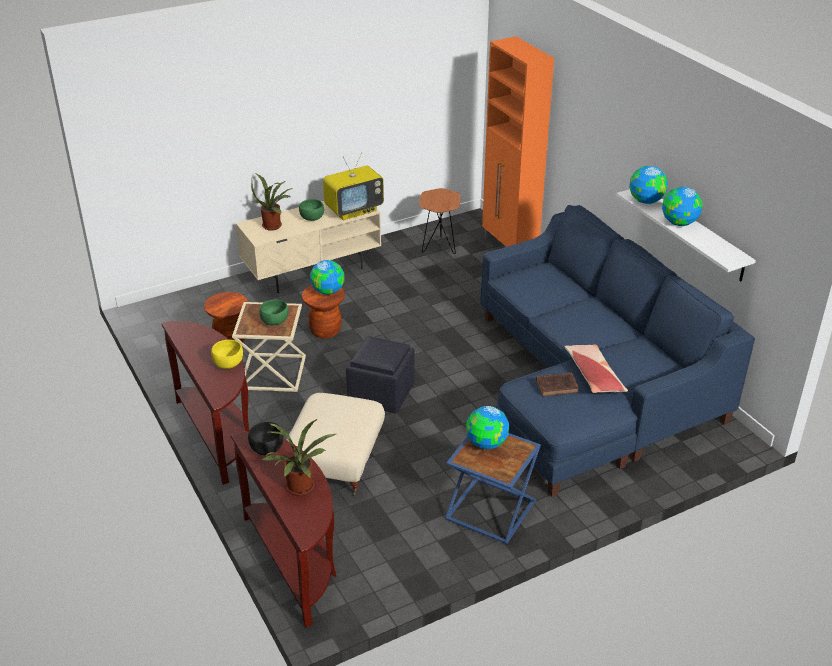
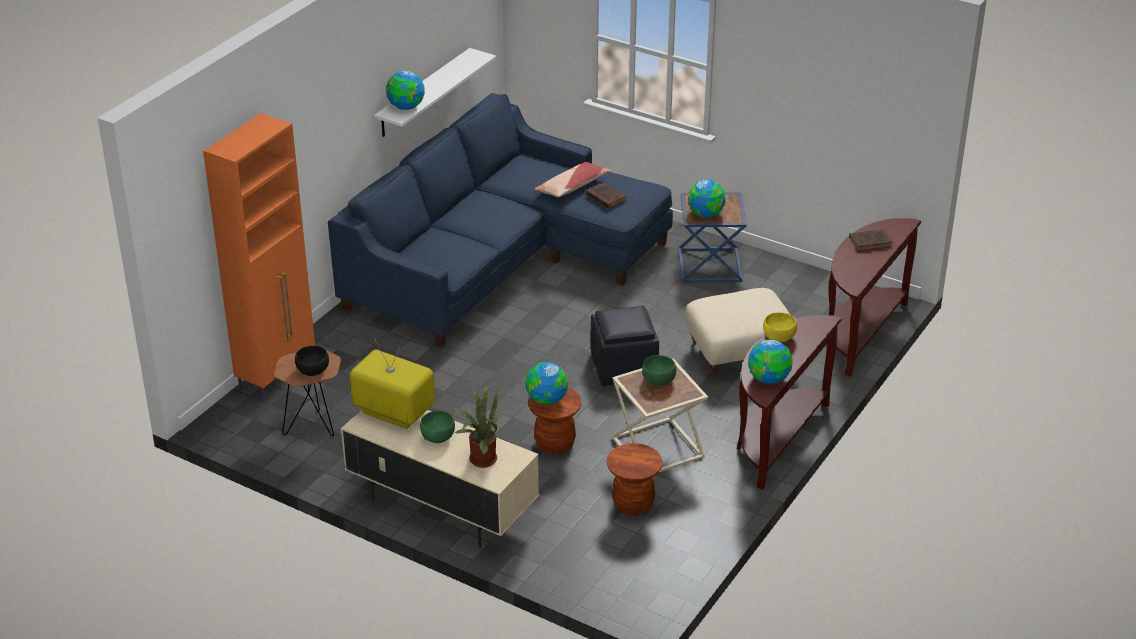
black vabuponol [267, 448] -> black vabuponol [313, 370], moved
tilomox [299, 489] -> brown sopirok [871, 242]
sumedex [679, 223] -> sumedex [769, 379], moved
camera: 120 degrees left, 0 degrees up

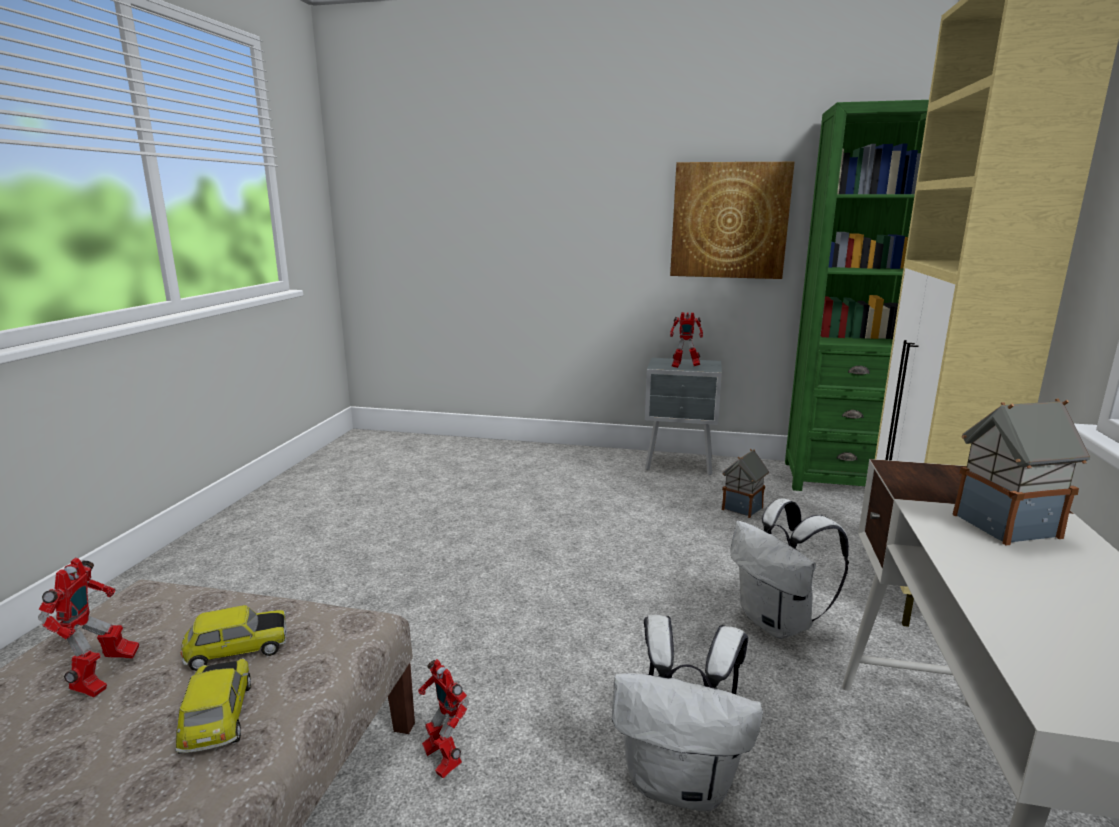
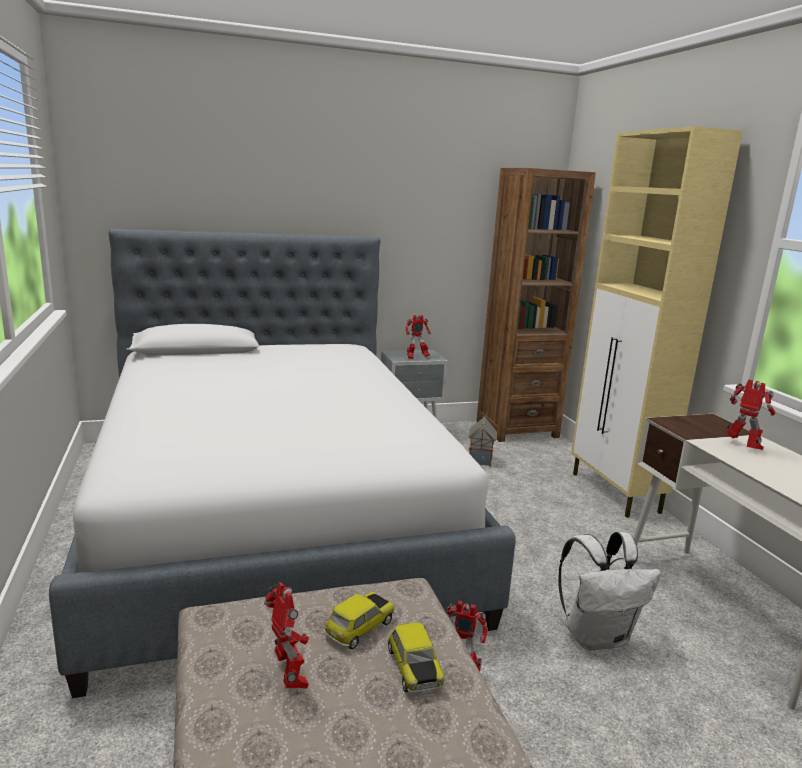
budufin [219, 717] -> budufin [413, 668], 150 degrees counterclockwise
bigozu [729, 220] -> none
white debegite [778, 623] -> none
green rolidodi [835, 479] -> brown rolidodi [516, 429]
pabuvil [1004, 527] -> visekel [743, 446]
none -> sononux [272, 516]
camera: 30 degrees left, 0 degrees up

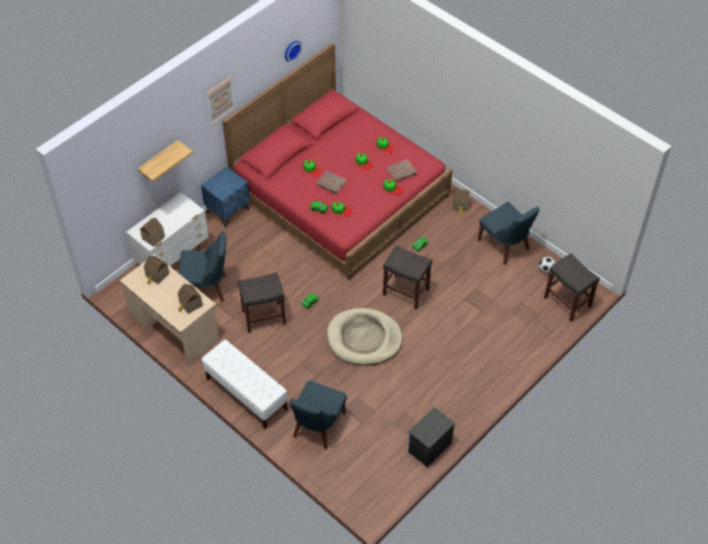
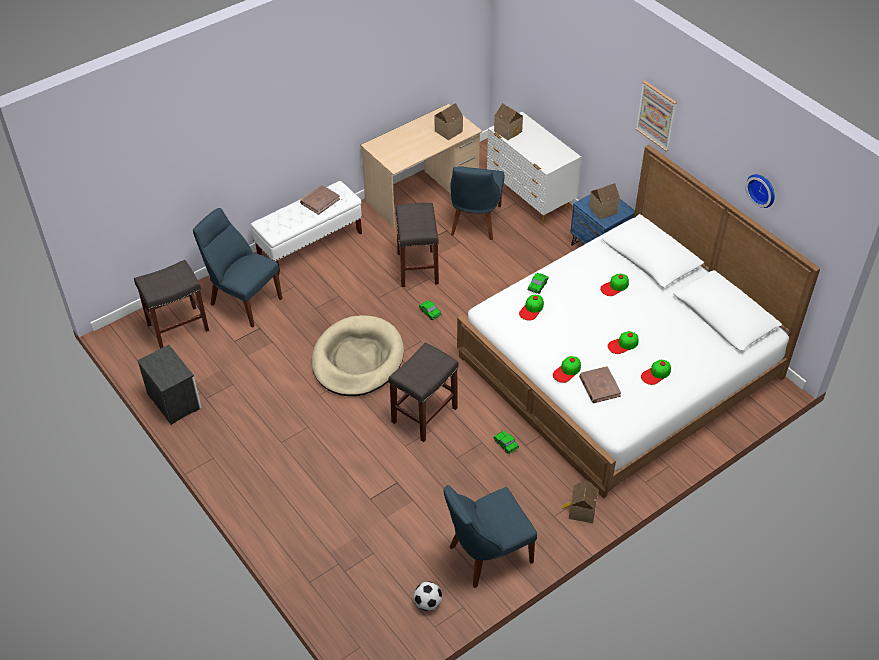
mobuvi [159, 160] -> none
pabuvil [190, 305] -> pabuvil [602, 209], moved
red sononux [340, 194] -> white sononux [620, 366]
brown sopirok [331, 183] -> brown sopirok [320, 201], moved
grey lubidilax [566, 302] -> grey lubidilax [178, 327], moved
camera: 100 degrees right, 5 degrees down

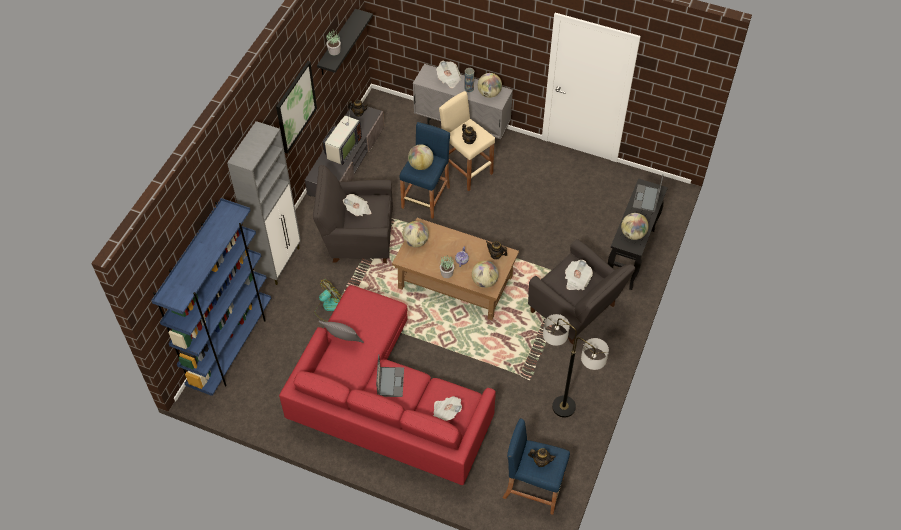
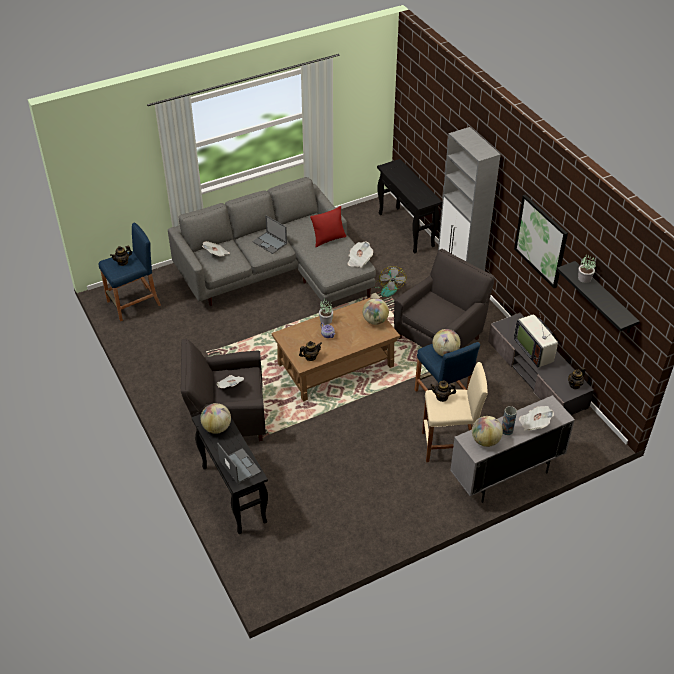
blue rolidodi [231, 346] -> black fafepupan [406, 230]
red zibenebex [385, 405] -> grey zibenebex [277, 273]
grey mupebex [343, 340] -> red mupebex [328, 239]
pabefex [358, 210] -> pabefex [359, 260], moved
sumedex [484, 281] -> none
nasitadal [563, 407] -> none
camera: 130 degrees right, 10 degrees down

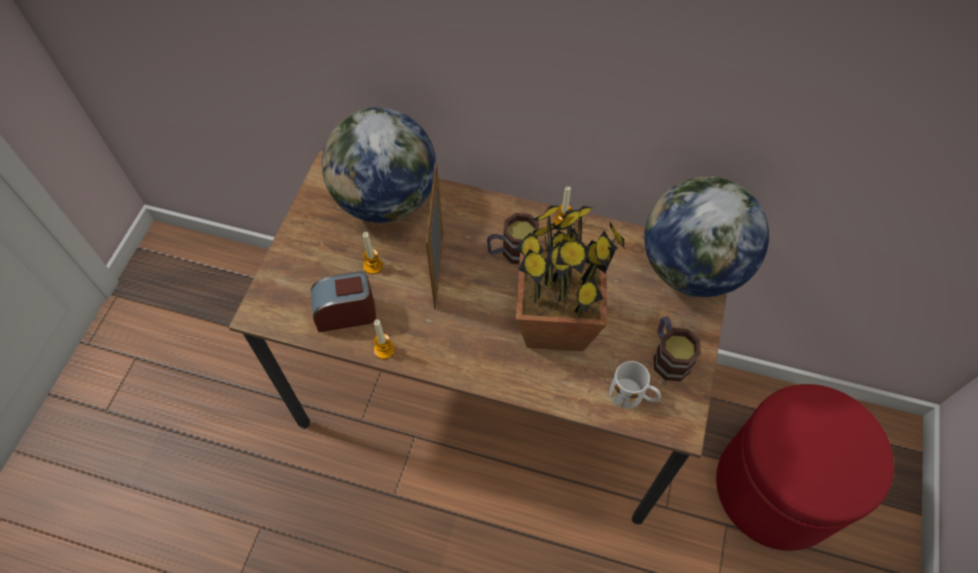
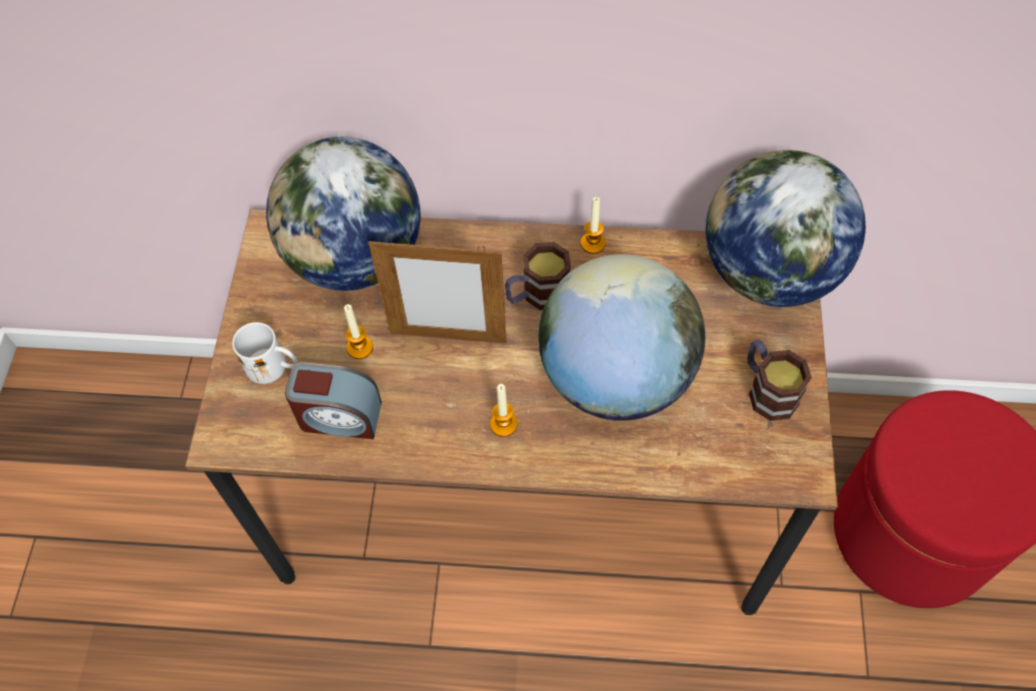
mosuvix [346, 313] -> mosuvix [339, 416], 150 degrees counterclockwise
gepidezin [384, 349] -> gepidezin [503, 424], moved
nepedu [439, 270] -> nepedu [448, 337], 75 degrees counterclockwise
tilomox [555, 323] -> sumedex [615, 376]
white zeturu [633, 395] -> white zeturu [274, 367], moved
camera: 10 degrees left, 0 degrees up

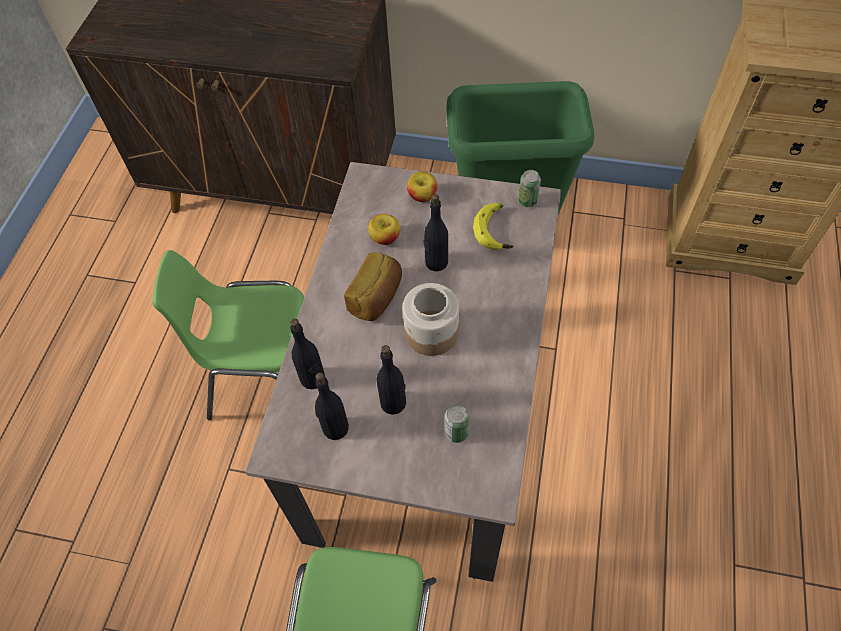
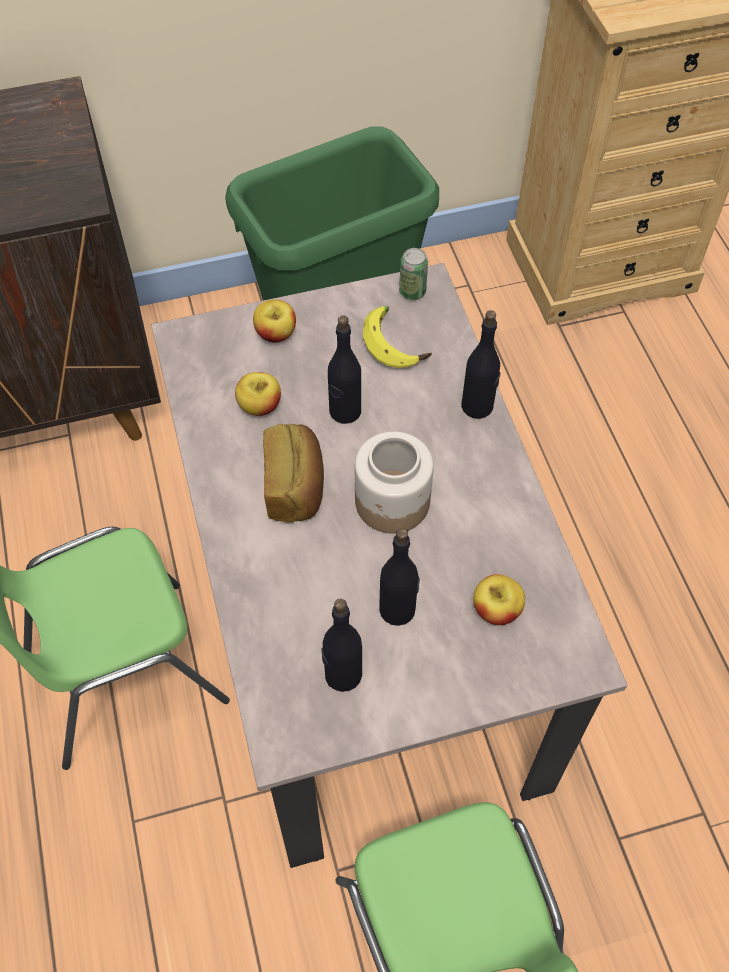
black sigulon [313, 378] -> black sigulon [477, 406], moved
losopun [456, 432] -> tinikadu [496, 610]
camera: 30 degrees left, 0 degrees up

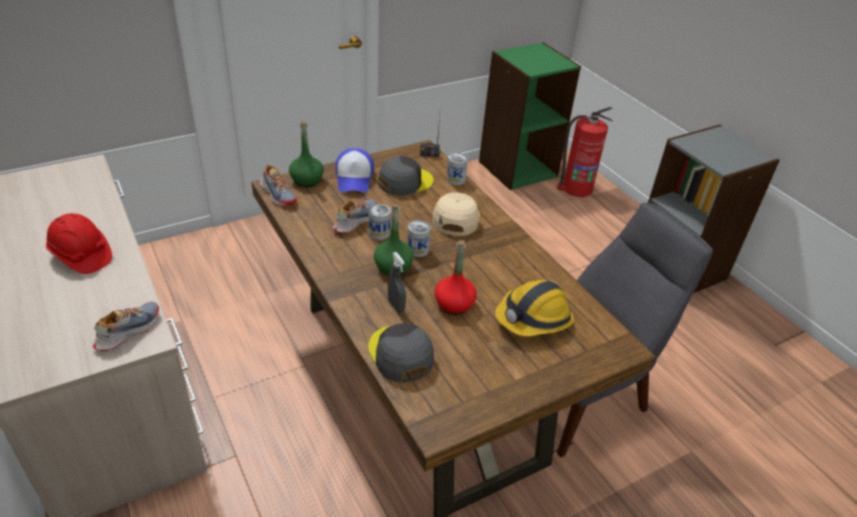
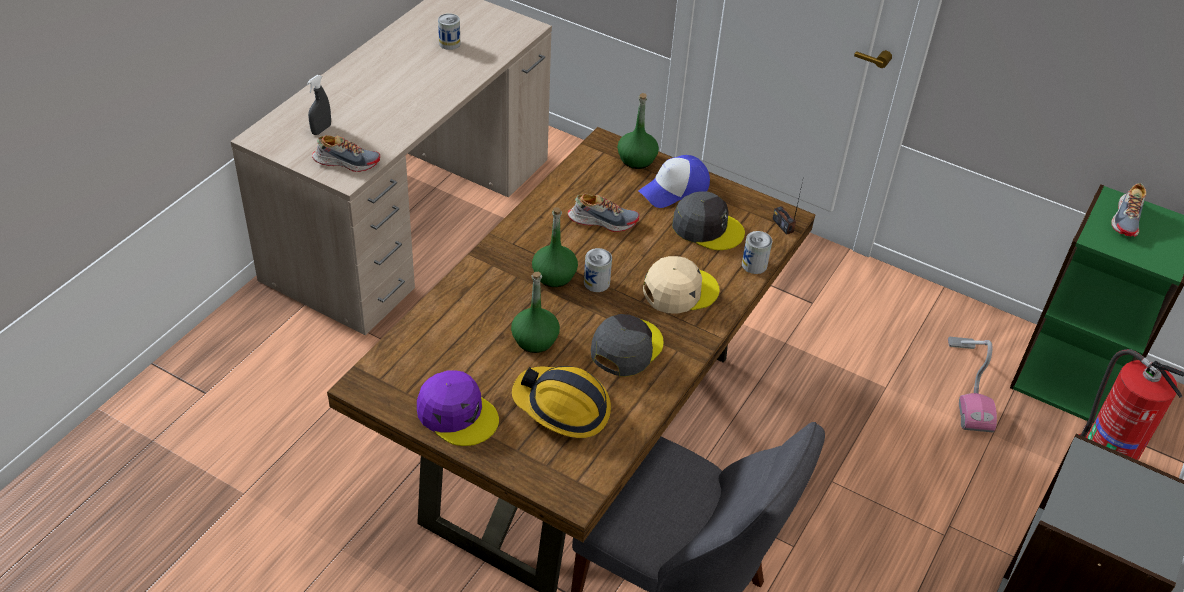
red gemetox [81, 255] -> none
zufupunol [278, 194] -> zufupunol [1127, 219], moved
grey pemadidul [400, 354] -> grey pemadidul [626, 348], moved
losopun [379, 233] -> losopun [449, 43], moved
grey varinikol [396, 306] -> grey varinikol [321, 130], moved
red sigulon [454, 304] -> green sigulon [534, 340]
none -> purple pemadidul [457, 414]
none -> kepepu [968, 385]
camera: 60 degrees right, 5 degrees up

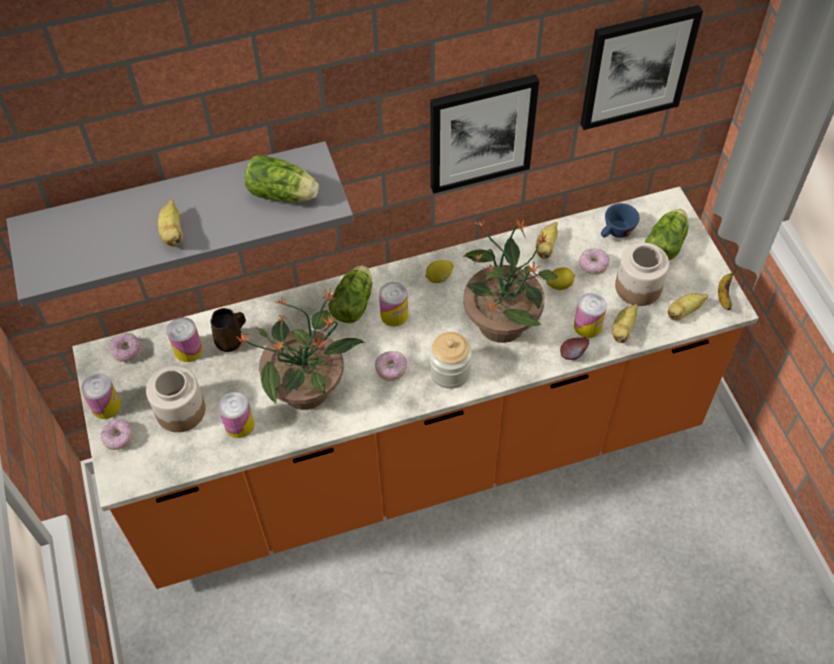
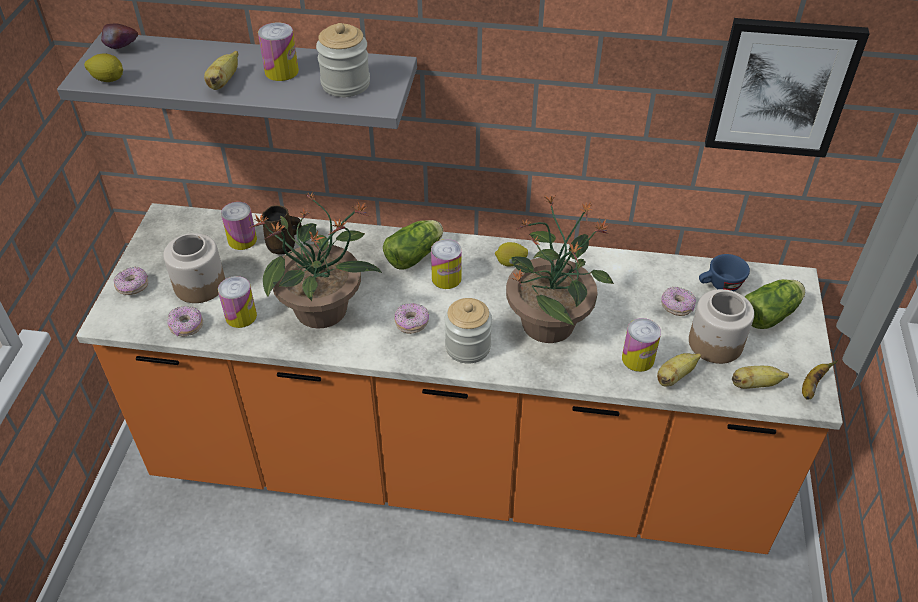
losopun [106, 406] -> losopun [281, 71], moved
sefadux [127, 351] -> sefadux [186, 326], moved
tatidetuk [284, 194] -> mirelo [345, 84]
bigozu [481, 133] -> none
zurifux [546, 247] -> none
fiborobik [559, 285] -> fiborobik [108, 79], moved
tinikadu [572, 354] -> tinikadu [123, 49], moved
camera: 25 degrees right, 10 degrees down

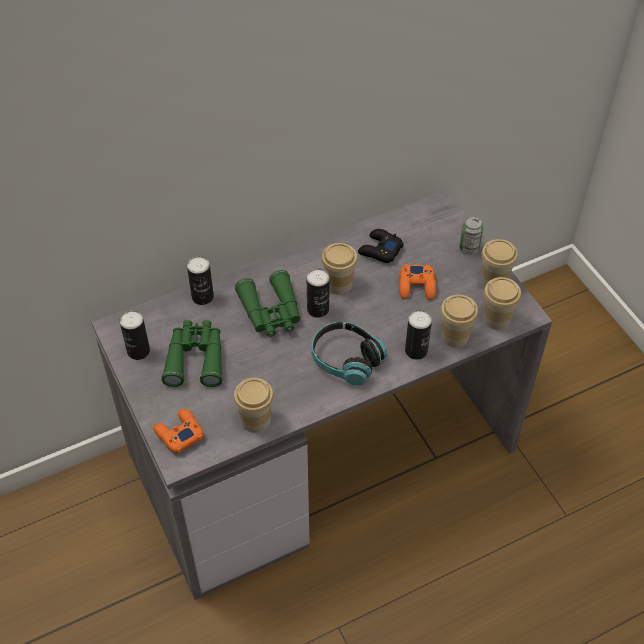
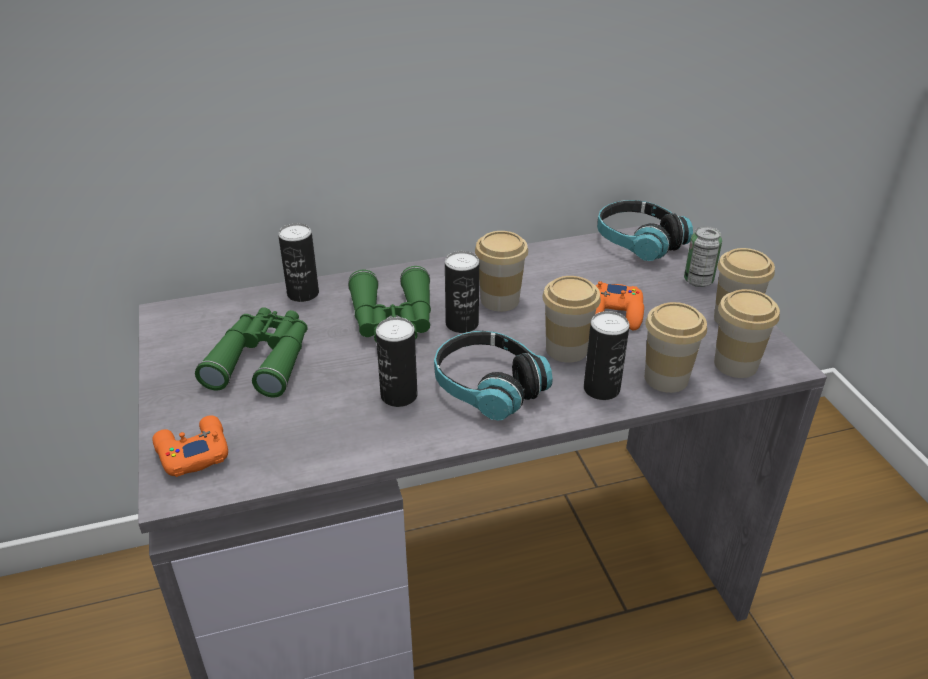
losopun [138, 351] -> losopun [399, 395], moved
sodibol [256, 420] -> sodibol [566, 349], moved
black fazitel [379, 250] -> none
none -> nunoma [639, 242]
camera: 10 degrees right, 15 degrees down

